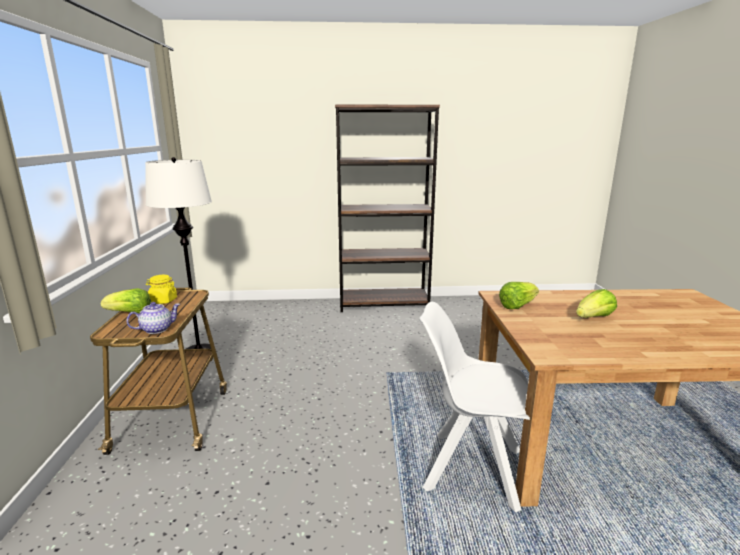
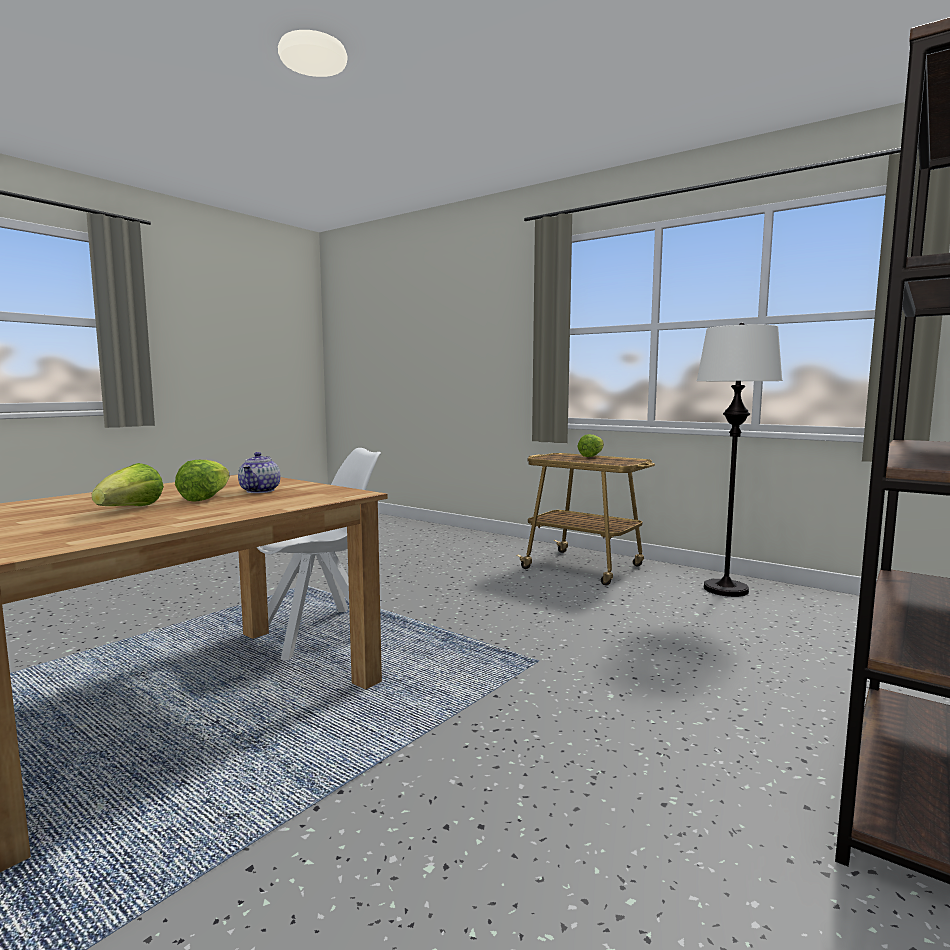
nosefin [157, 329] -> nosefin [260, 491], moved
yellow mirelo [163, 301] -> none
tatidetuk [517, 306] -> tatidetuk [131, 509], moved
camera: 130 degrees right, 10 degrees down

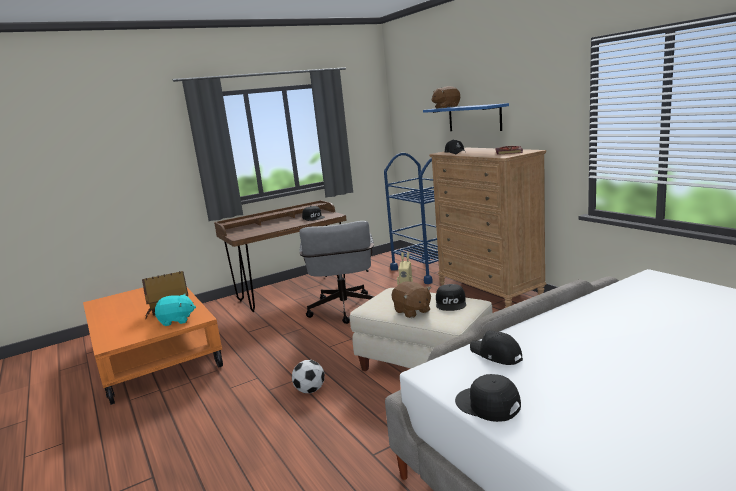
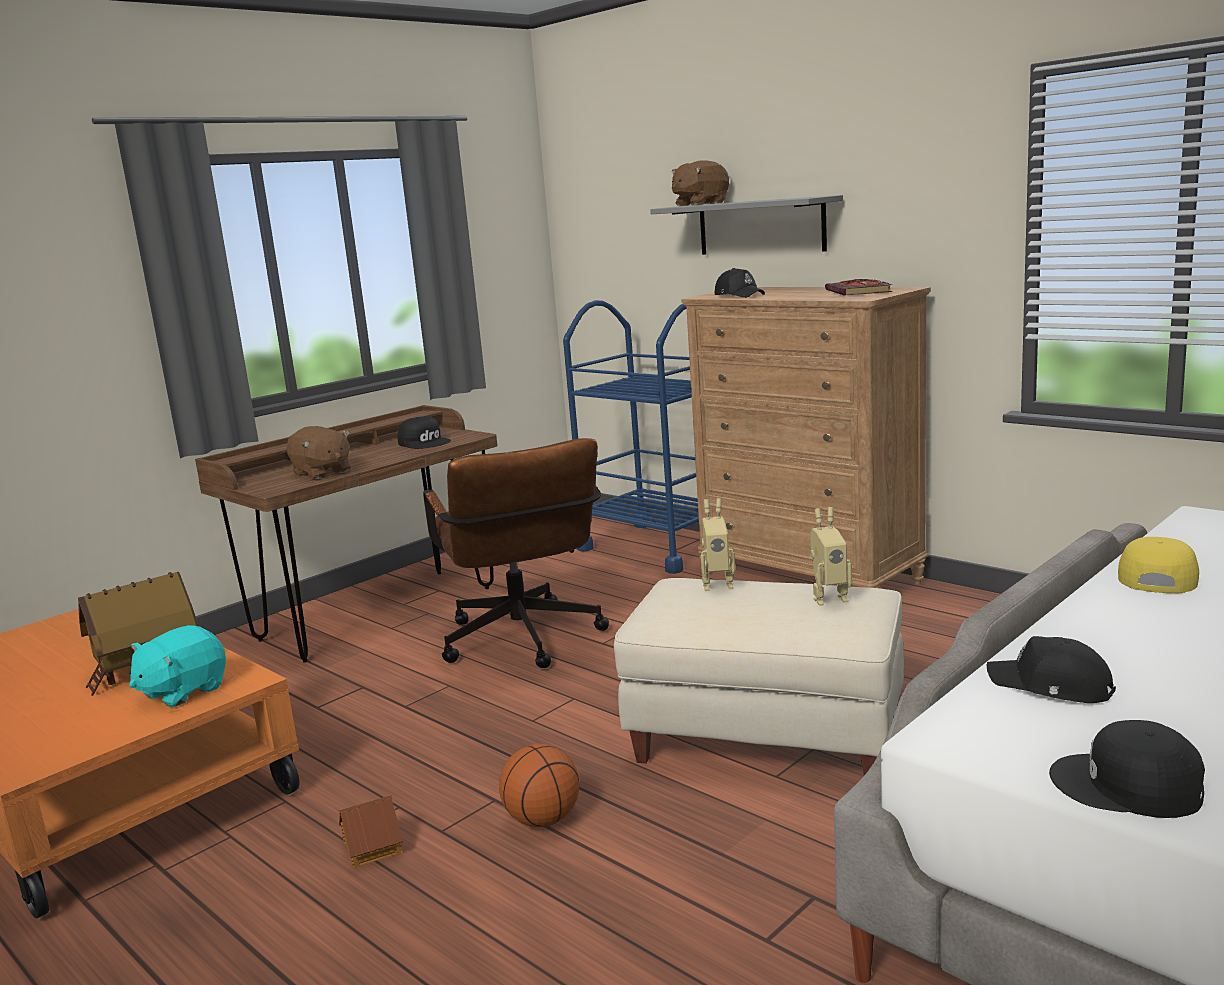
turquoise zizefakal [177, 320] -> turquoise zizefakal [183, 691], 150 degrees clockwise
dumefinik [310, 390] -> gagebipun [542, 820]
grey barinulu [344, 311] -> brown barinulu [525, 643]
brown zizefakal [412, 311] -> brown zizefakal [321, 473], moved
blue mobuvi [474, 118] -> grey mobuvi [761, 226]
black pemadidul [451, 303] -> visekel [828, 598]
none -> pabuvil [371, 847]
none -> yellow pemadidul [1156, 577]
camera: 15 degrees left, 0 degrees up

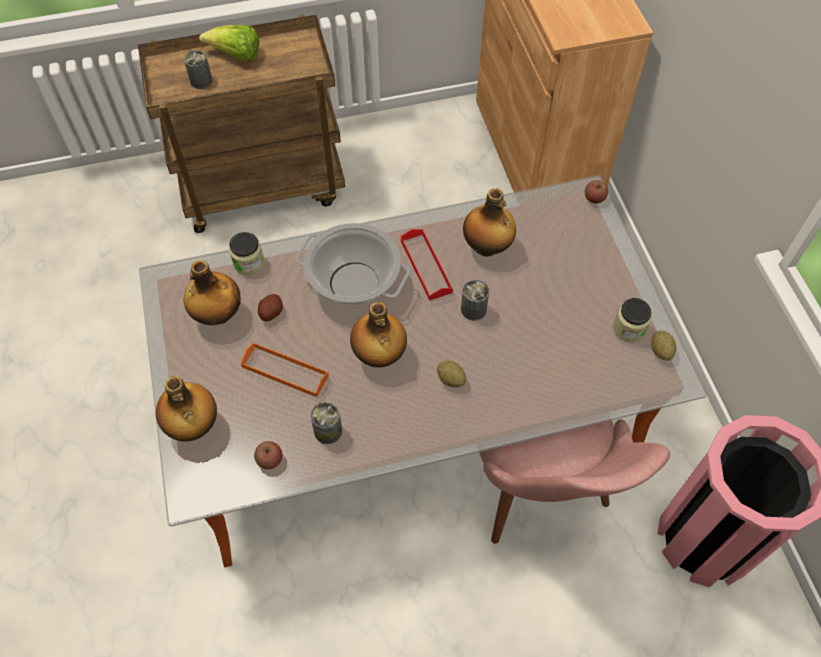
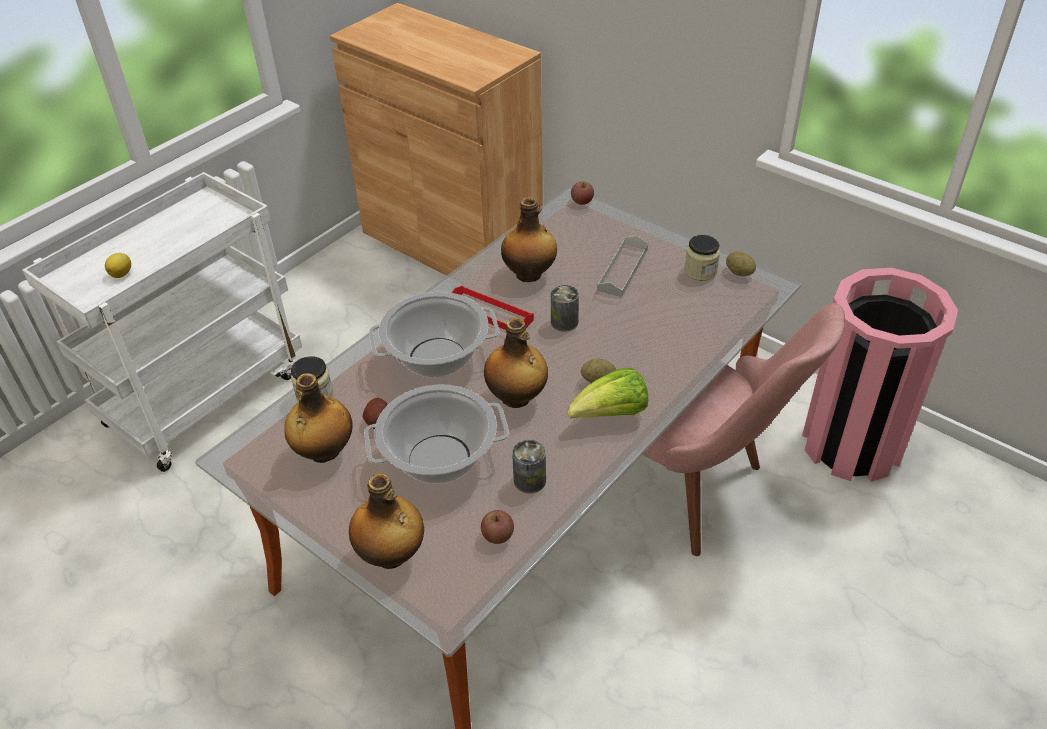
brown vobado [264, 186] -> white vobado [206, 396]
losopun [201, 81] -> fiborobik [122, 274]
tatidetuk [236, 56] -> tatidetuk [611, 415], moved
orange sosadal [285, 371] -> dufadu [440, 458]
none -> grey sosadal [622, 270]
camera: 35 degrees left, 15 degrees down

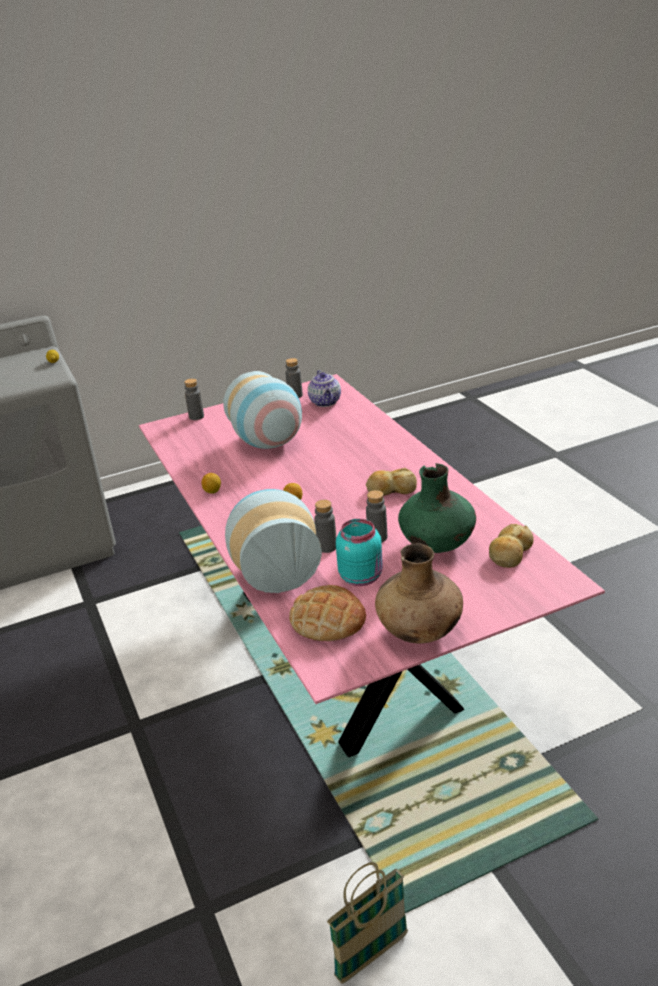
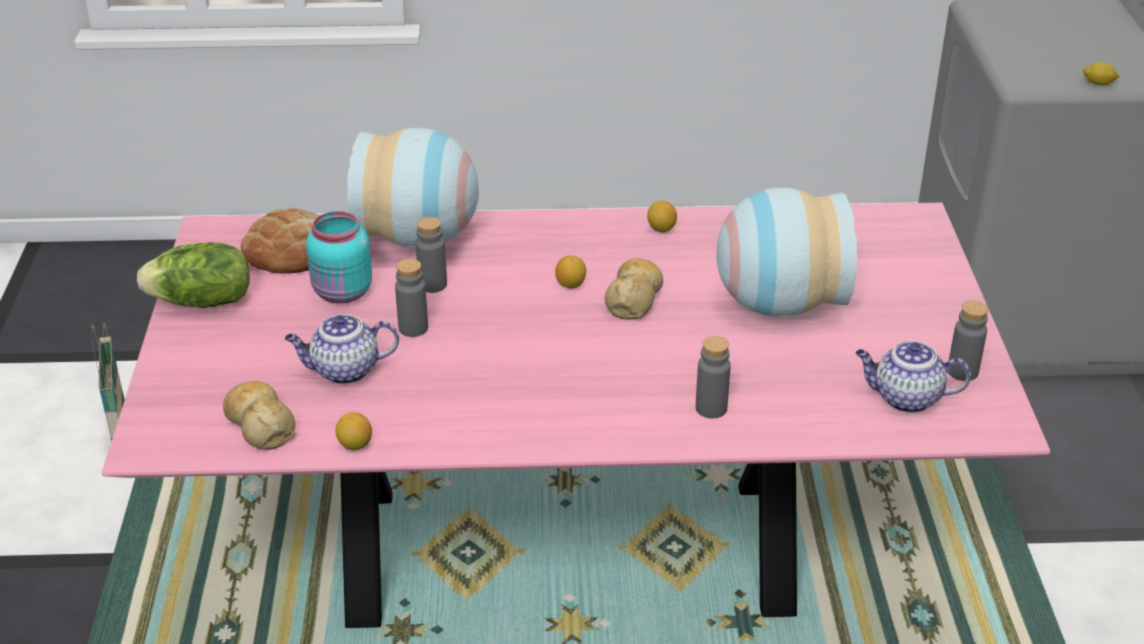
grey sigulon [196, 416] -> grey sigulon [711, 408], moved
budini [391, 490] -> budini [634, 298], moved
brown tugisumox [419, 631] -> tatidetuk [202, 302]
green tugisumox [438, 545] -> nosefin [344, 371]
none -> fiborobik [355, 445]
camera: 110 degrees right, 5 degrees up

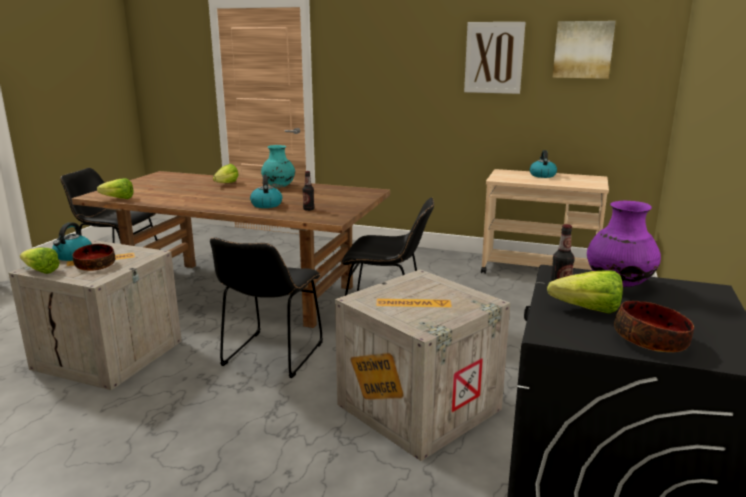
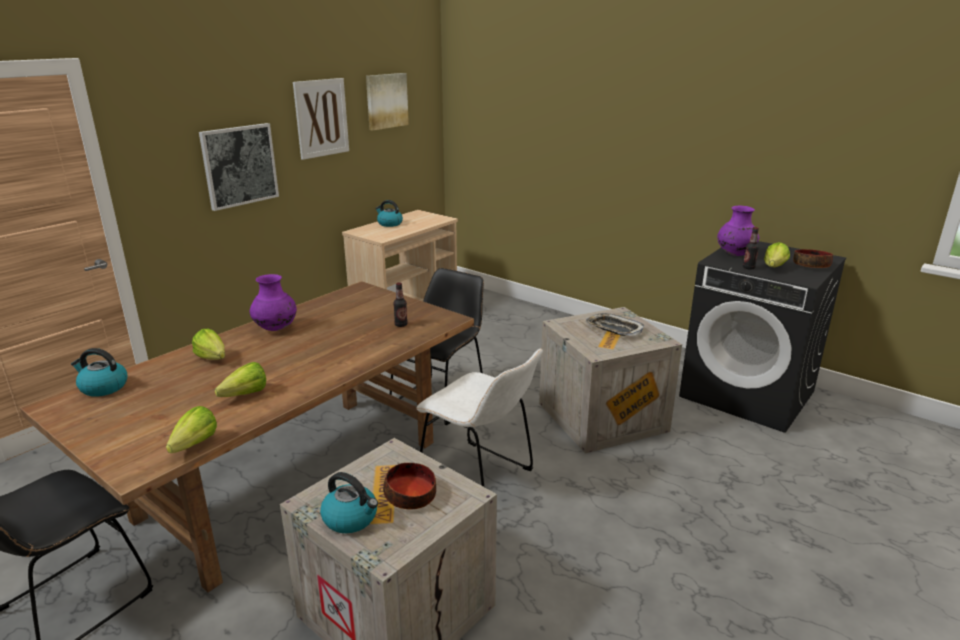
tatidetuk [39, 270] -> tatidetuk [241, 396], moved
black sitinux [271, 357] -> white sitinux [481, 478]
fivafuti [266, 204] -> fivafuti [103, 387], moved
turquoise tugisumox [278, 186] -> purple tugisumox [276, 329]
none -> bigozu [239, 165]
none -> sosadal [614, 329]
camera: 70 degrees left, 5 degrees up

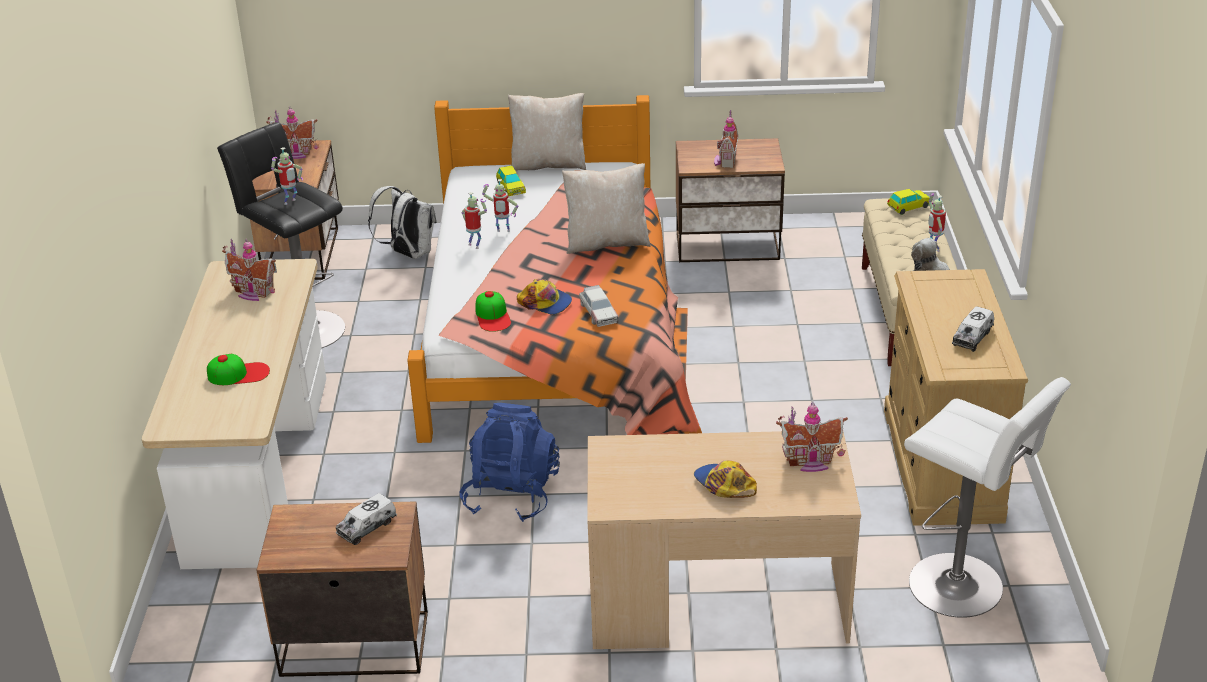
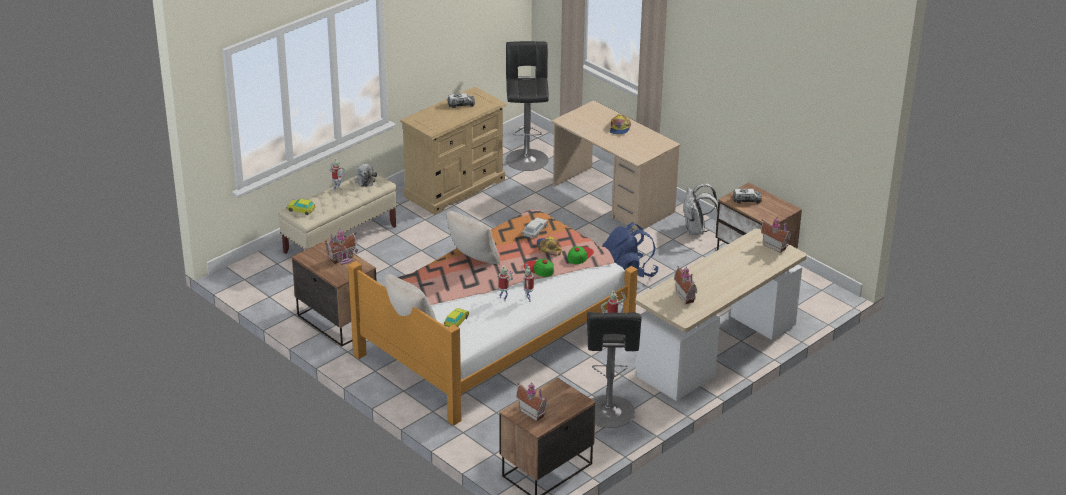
pemadidul [238, 374] -> pemadidul [538, 268], moved
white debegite [408, 253] -> white debegite [696, 230], moved
pabuvil [810, 462] -> pabuvil [775, 246], moved
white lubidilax [962, 588] -> black lubidilax [526, 158]
camera: 135 degrees left, 0 degrees up

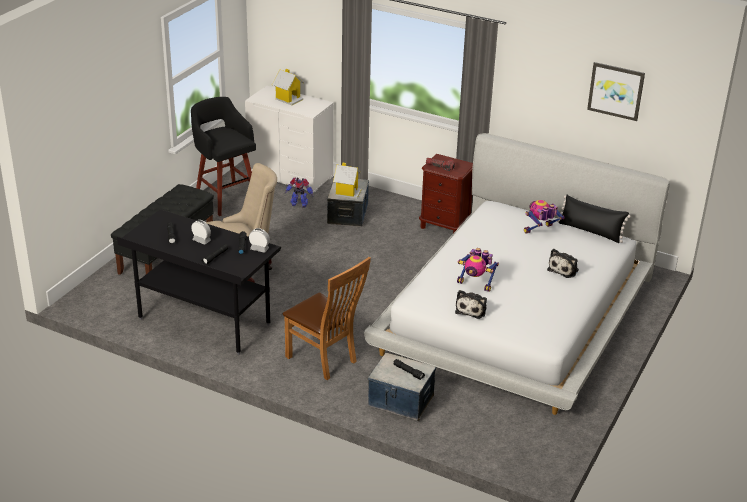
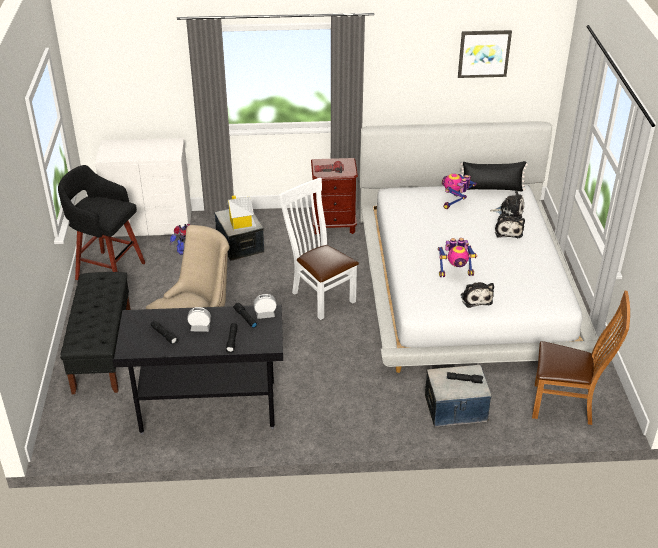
pabuvil [288, 99] -> none
brown sitinux [325, 360] -> brown sitinux [567, 405], moved
none -> white sitinux [320, 295]
none -> zizefakal [509, 211]
camera: 30 degrees left, 5 degrees up

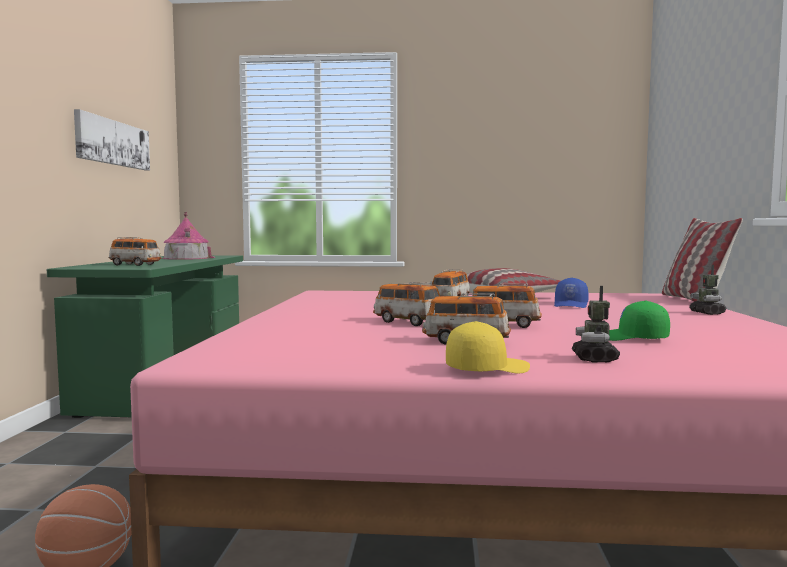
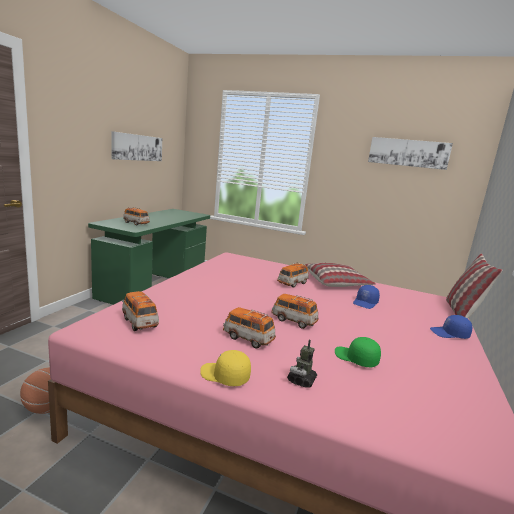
pabuvil [187, 258] -> none
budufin [407, 322] -> budufin [139, 322], moved
yellow pemadidul [486, 369] -> yellow pemadidul [224, 376], 150 degrees counterclockwise
visekel [707, 313] -> blue pemadidul [449, 334]
none -> bigozu [408, 153]
camera: 15 degrees right, 10 degrees up

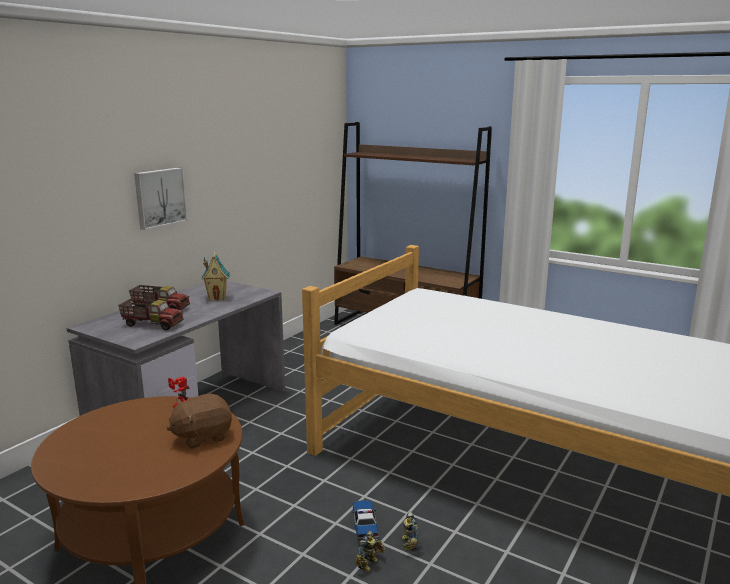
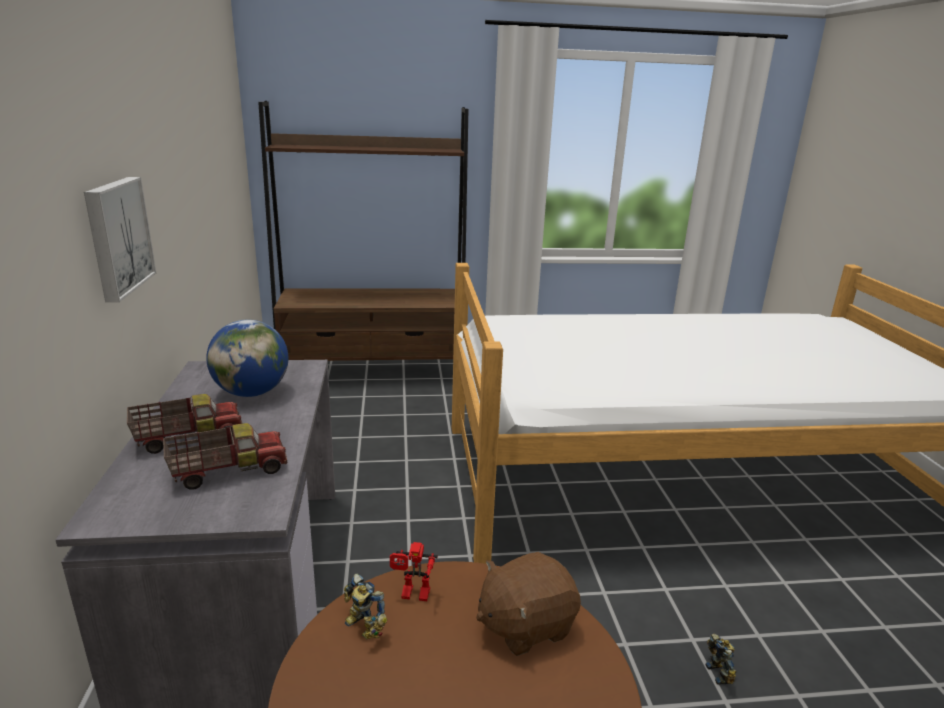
brown zizefakal [202, 436] -> brown zizefakal [525, 624], 45 degrees clockwise
pabuvil [217, 297] -> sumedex [252, 392]
budufin [364, 524] -> none
visekel [407, 544] -> visekel [362, 628], moved
camera: 40 degrees left, 5 degrees up

